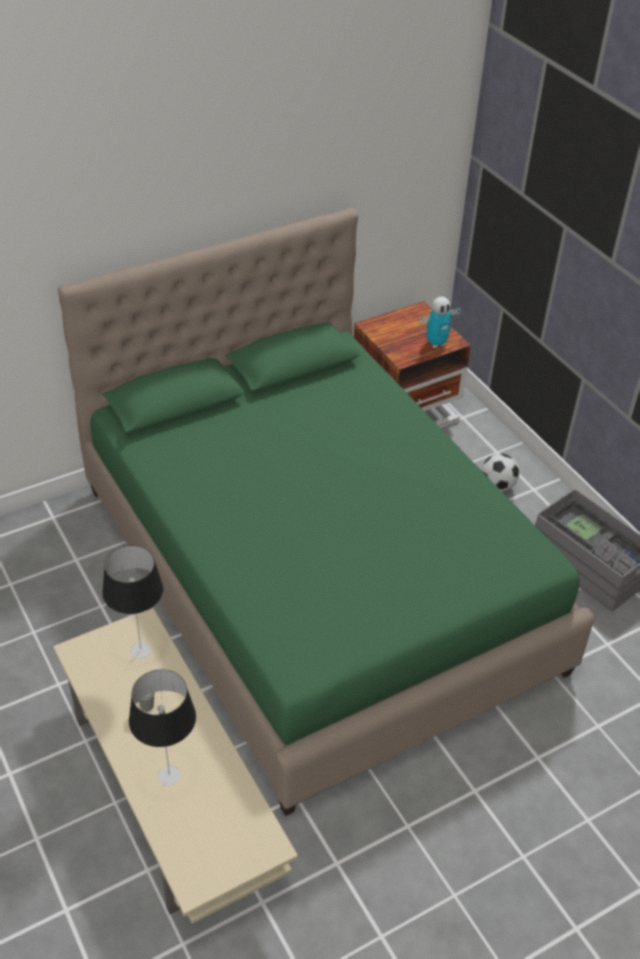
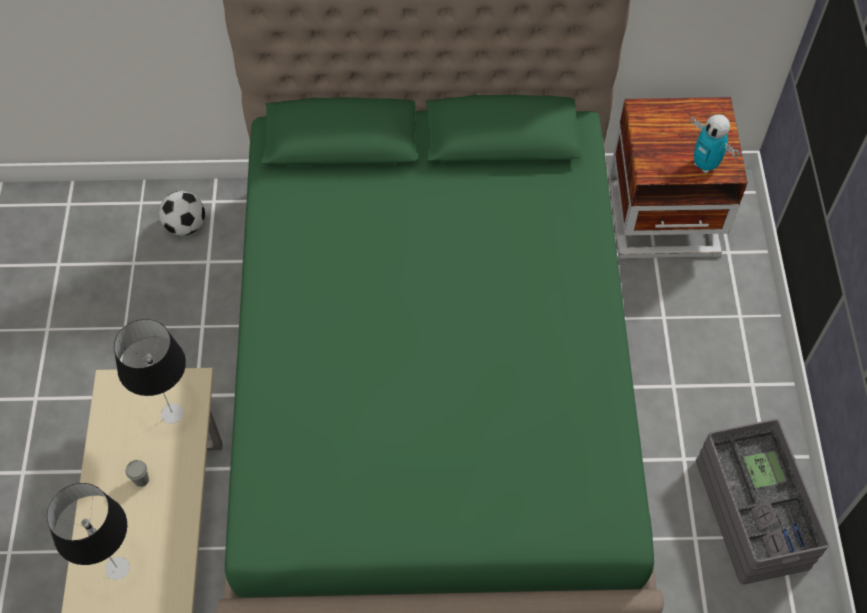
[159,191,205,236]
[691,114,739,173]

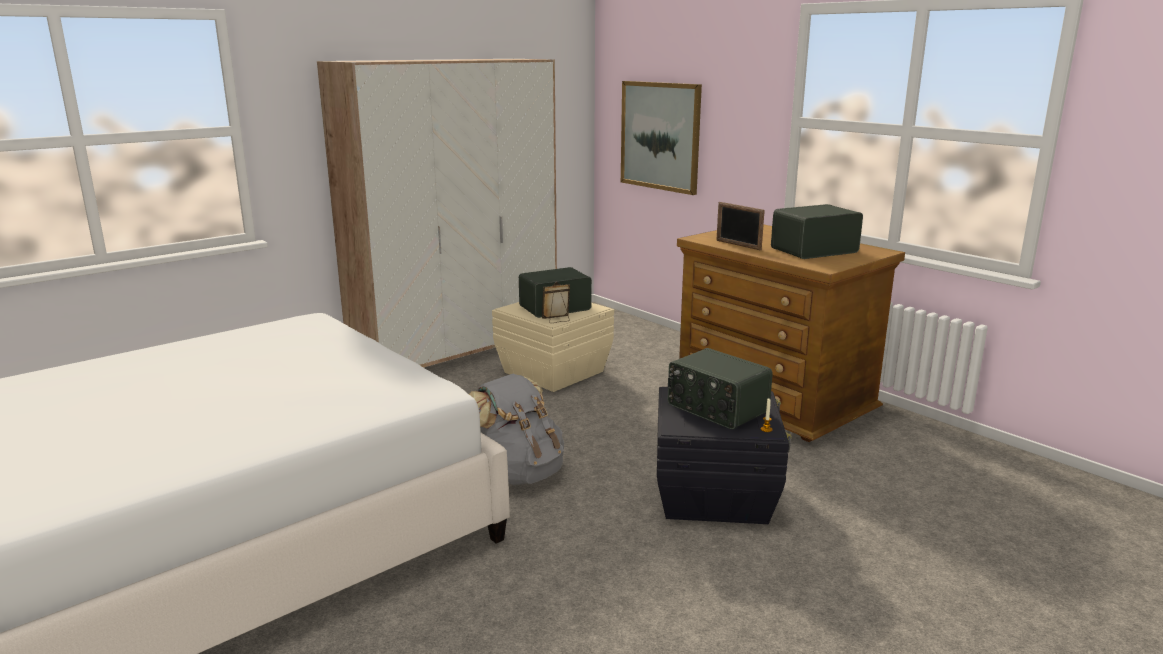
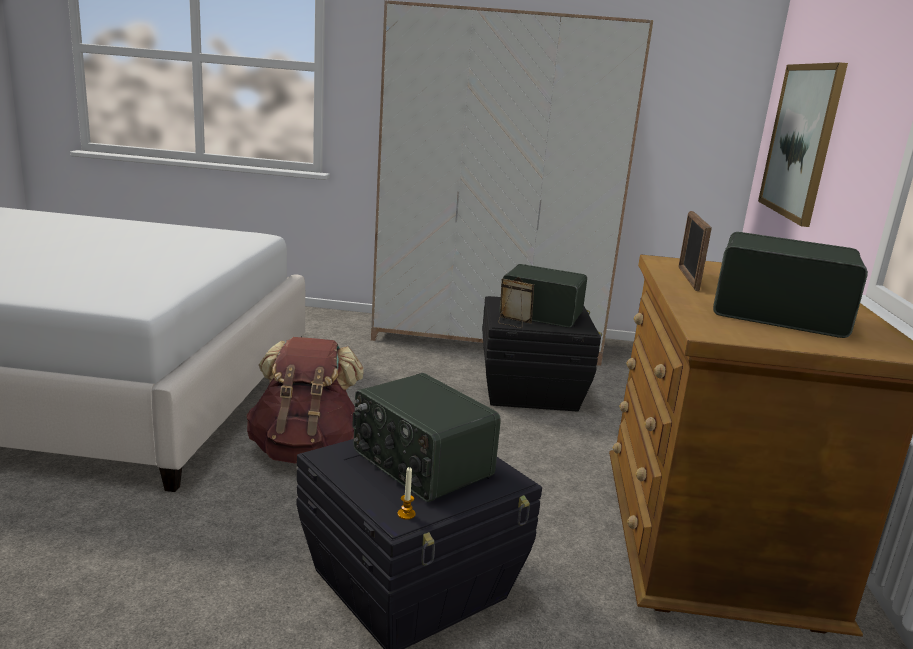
[246,337,364,463]
[482,296,602,412]
[352,373,501,502]

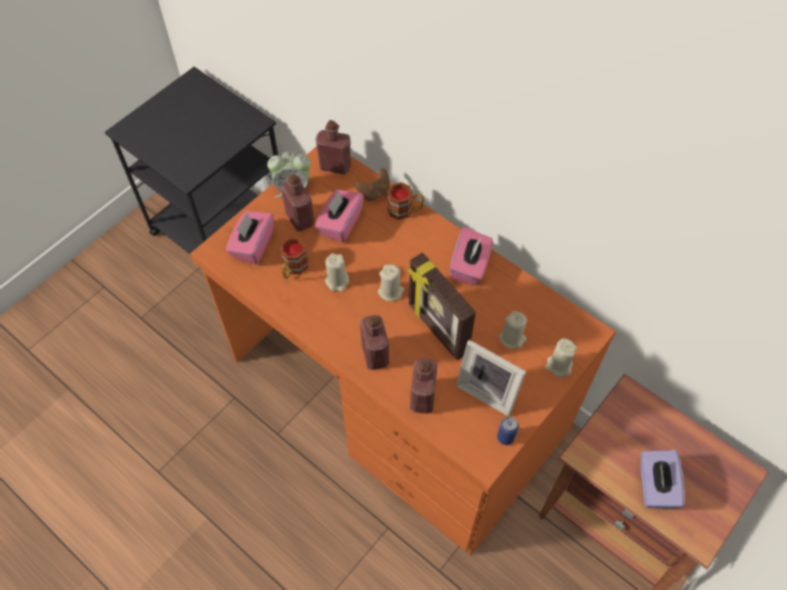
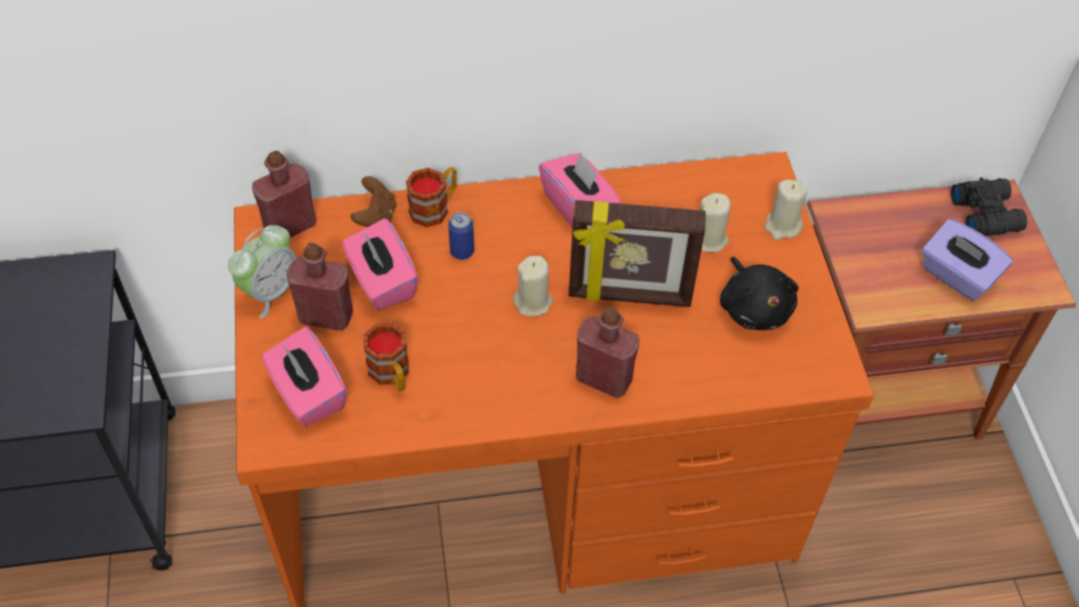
[325,253,349,291] (first image)
[410,358,438,414] (first image)
[951,177,1027,236]
[448,212,474,260]
[720,257,799,330]

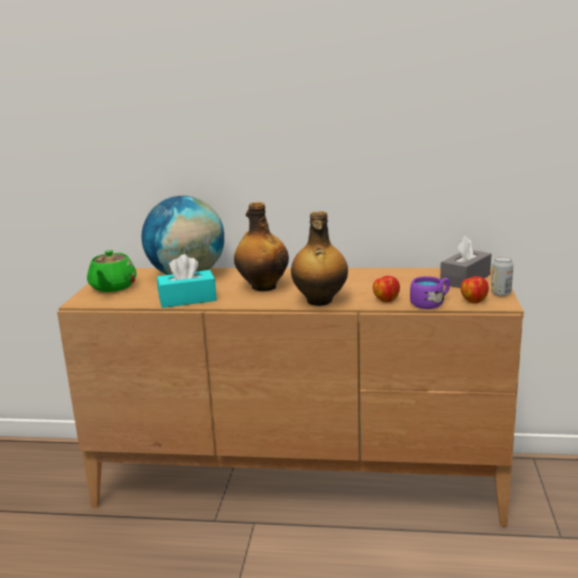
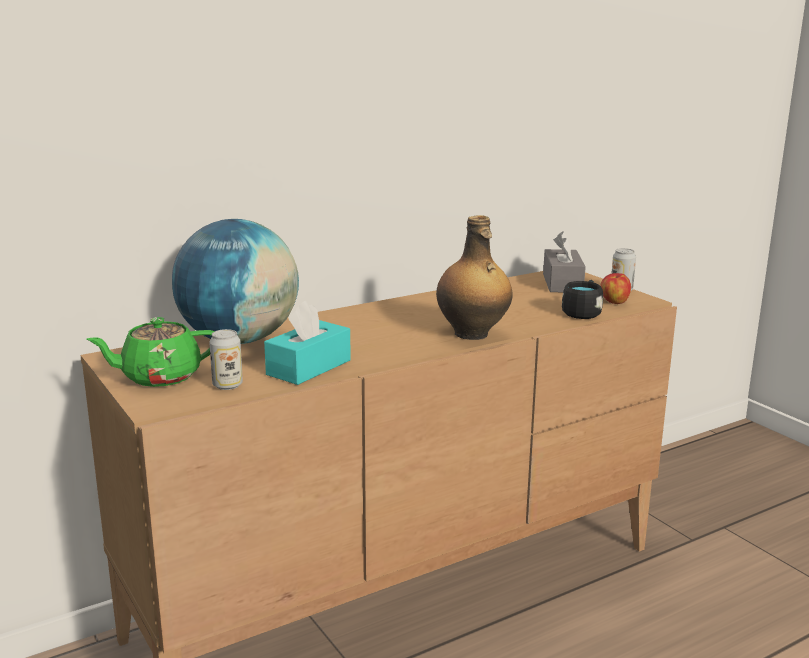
[234,202,289,291] (first image)
[373,276,400,302] (first image)
[209,329,243,390]
[562,280,603,319]
[86,317,215,387]

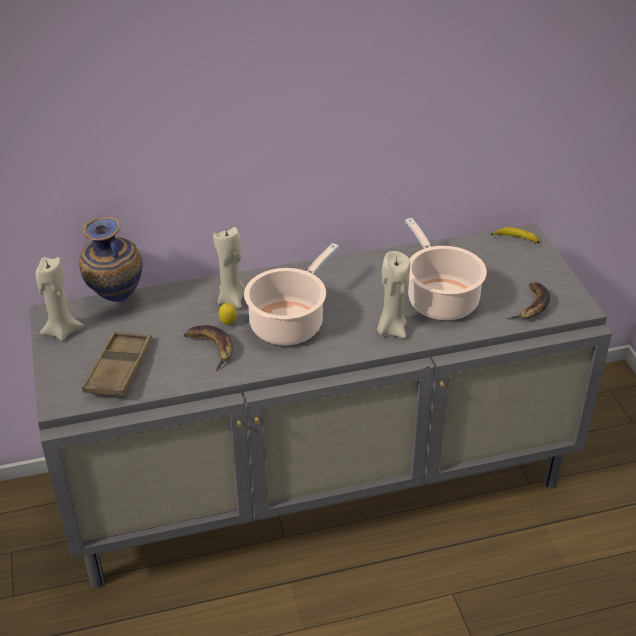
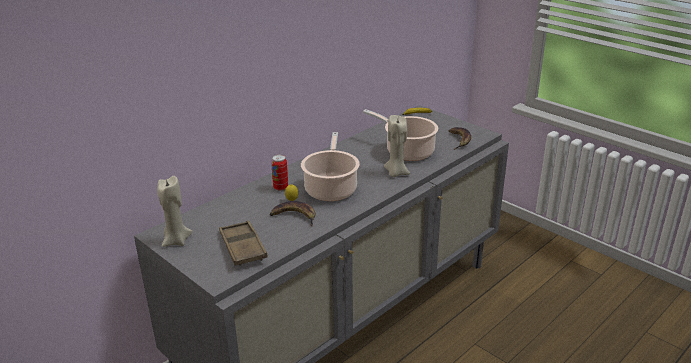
[79,217,142,302] (first image)
[271,155,288,191]

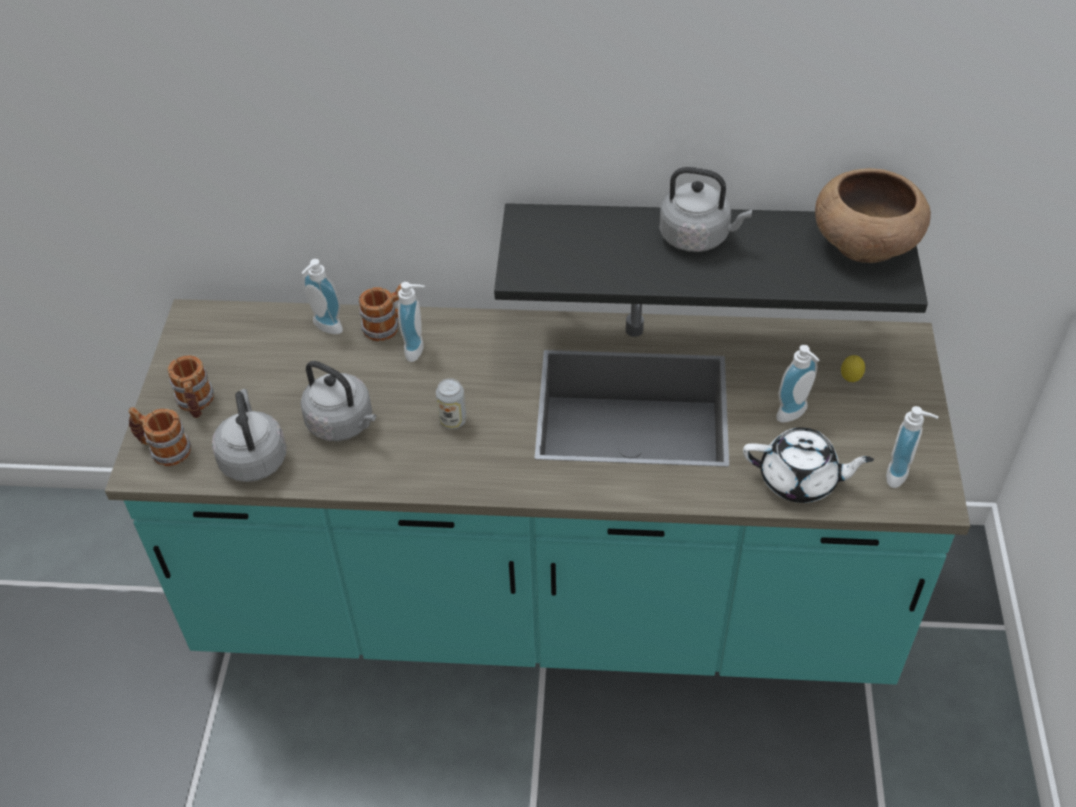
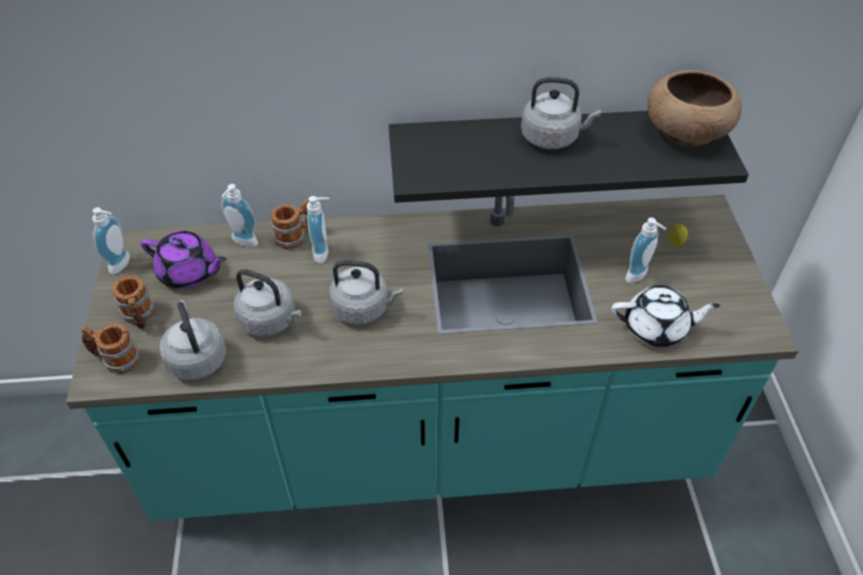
[141,231,227,289]
[92,207,130,275]
[329,260,403,325]

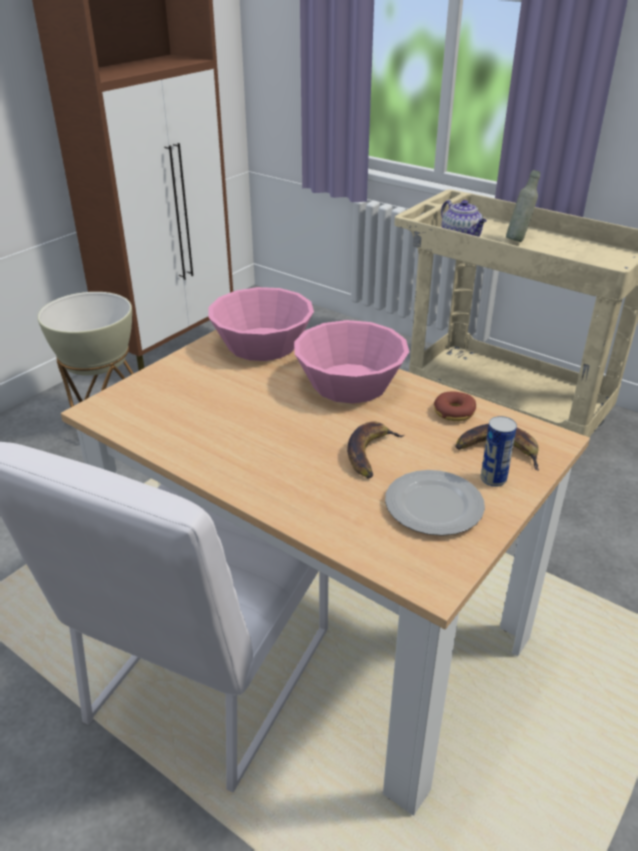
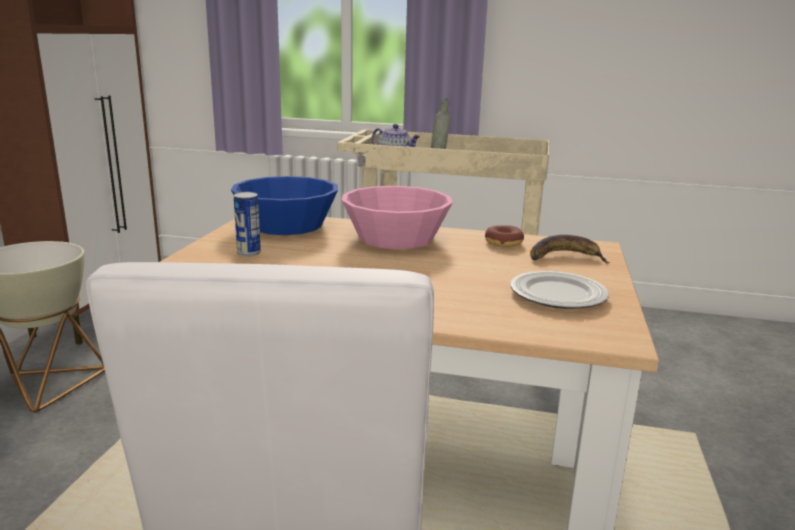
[347,422,404,479] (first image)
[234,192,261,257]
[231,176,338,235]

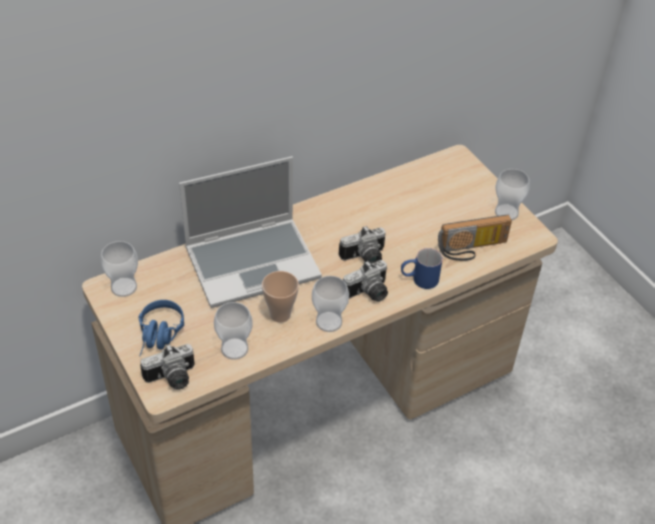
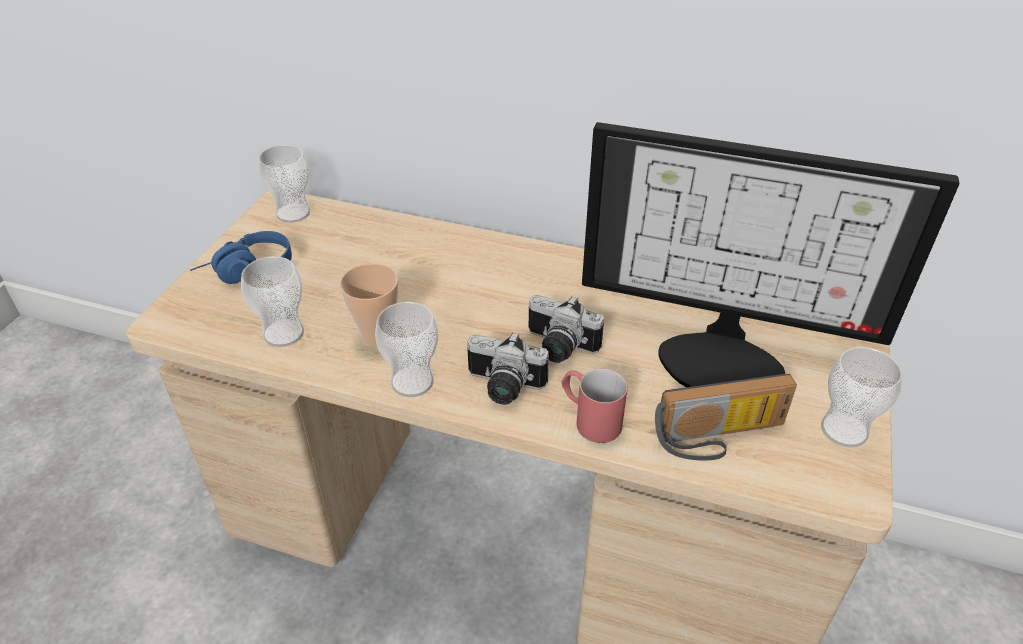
[140,344,195,390] (first image)
[179,156,322,308] (first image)
[582,122,959,387]
[561,369,628,443]
[655,374,797,461]

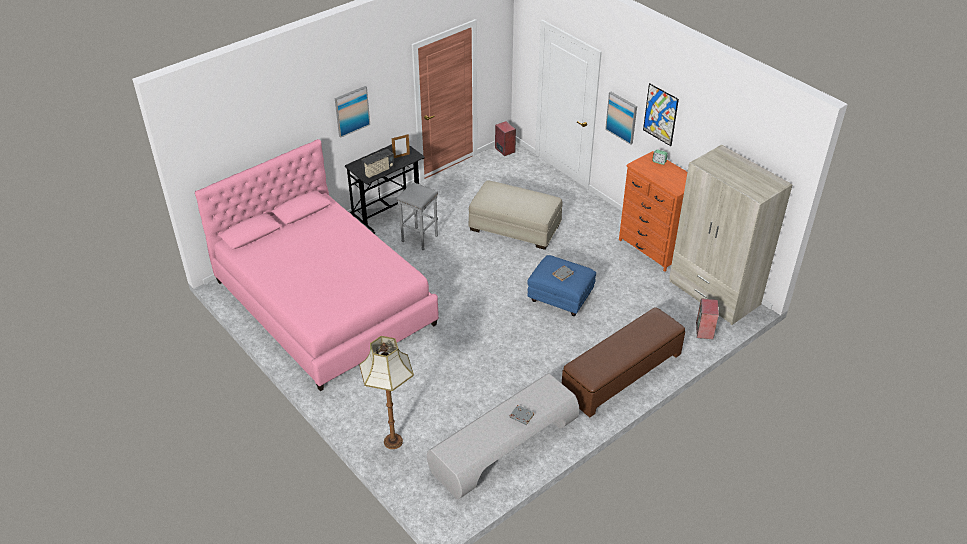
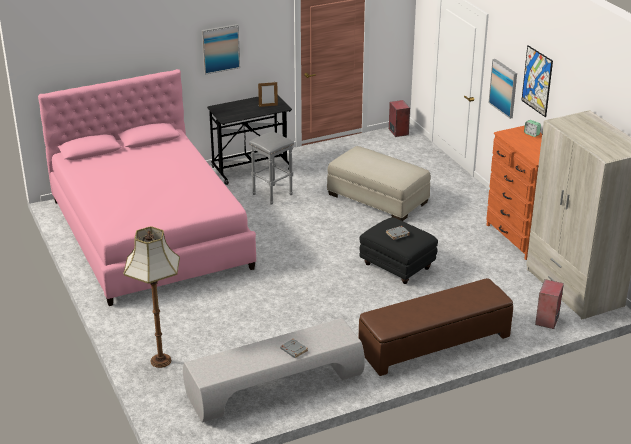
[362,149,395,178] (first image)
[360,217,438,284]

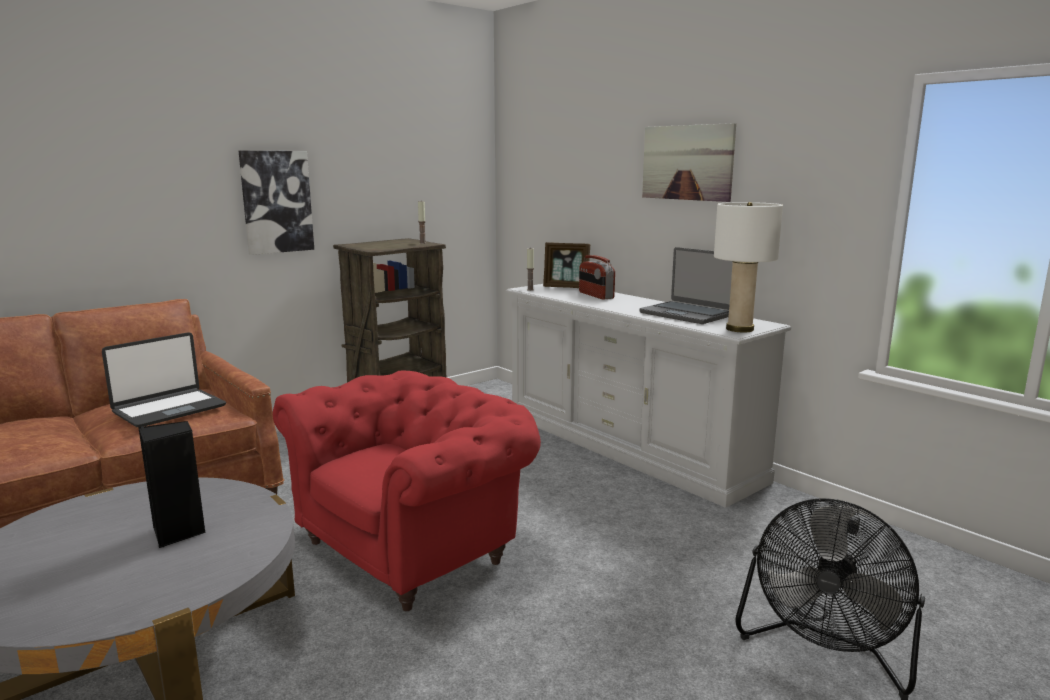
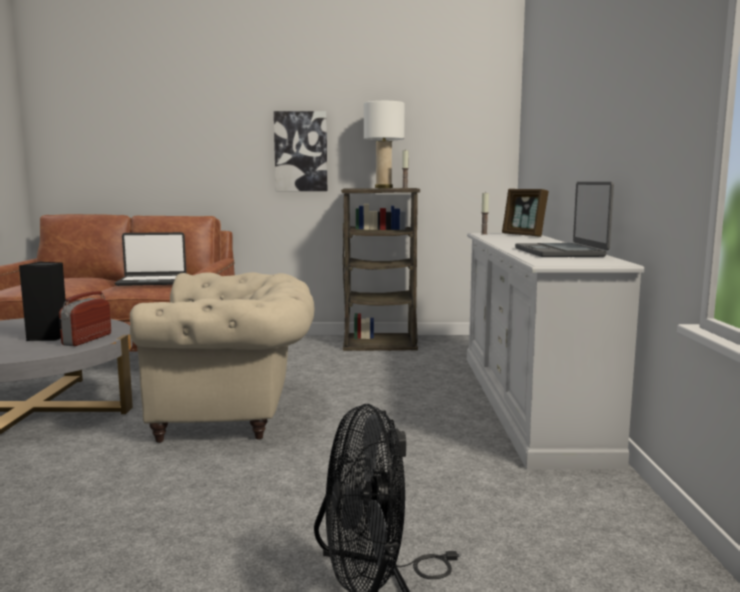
[642,123,736,202] (first image)
[59,291,111,346]
[364,101,405,188]
[130,272,314,443]

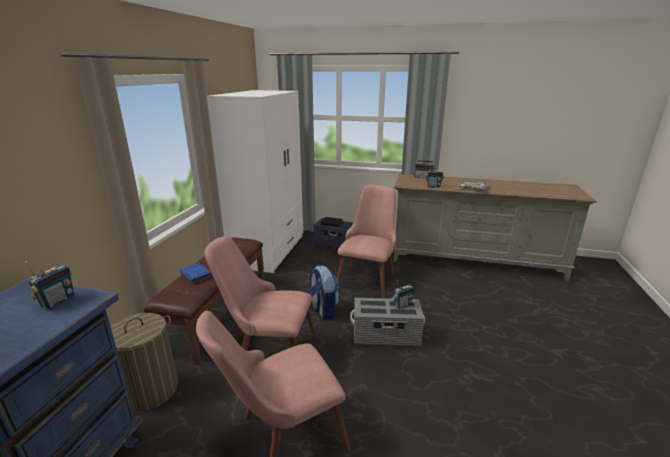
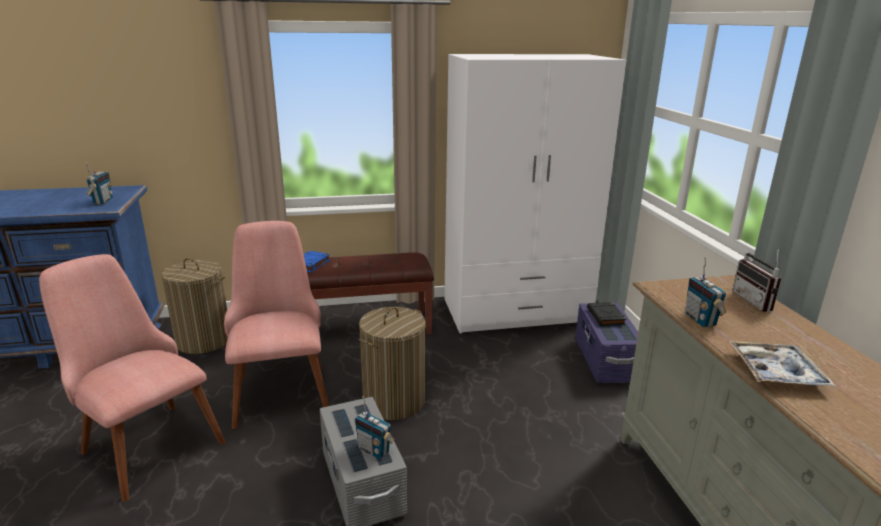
[337,185,396,298] (first image)
[359,307,426,420]
[85,162,113,205]

